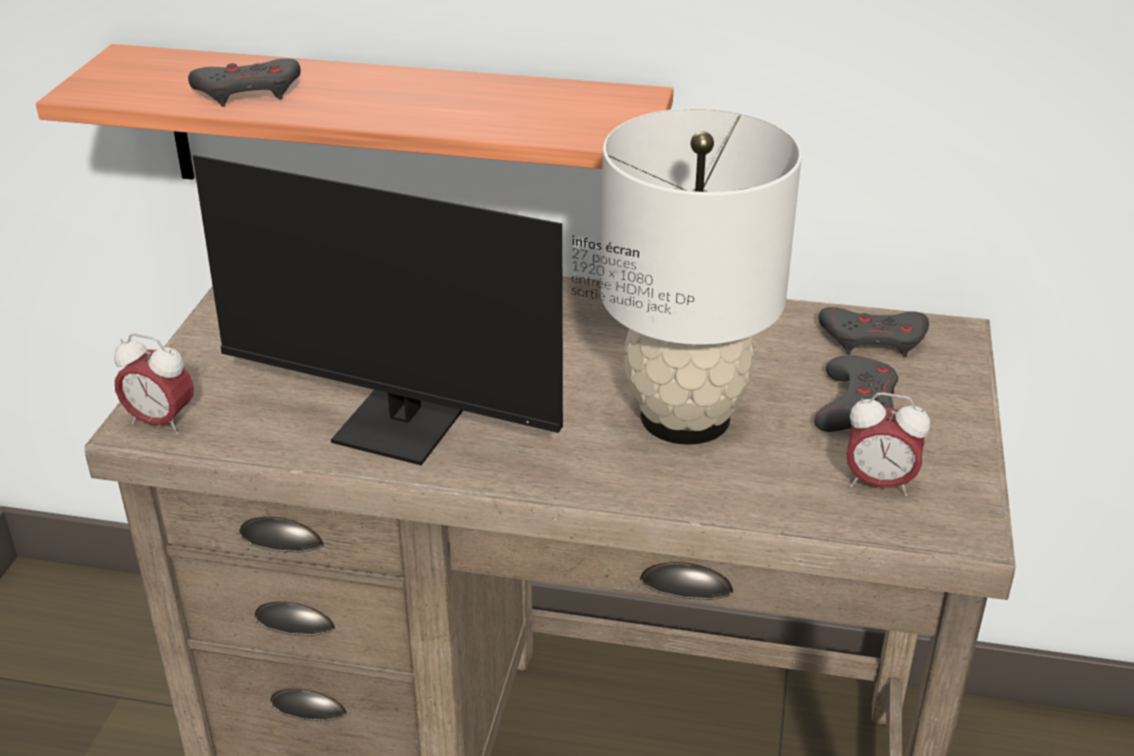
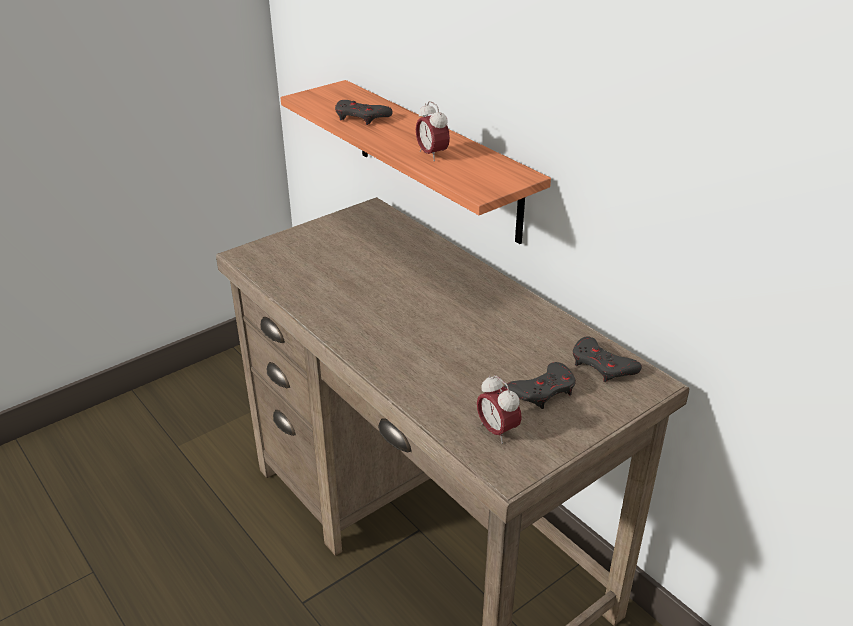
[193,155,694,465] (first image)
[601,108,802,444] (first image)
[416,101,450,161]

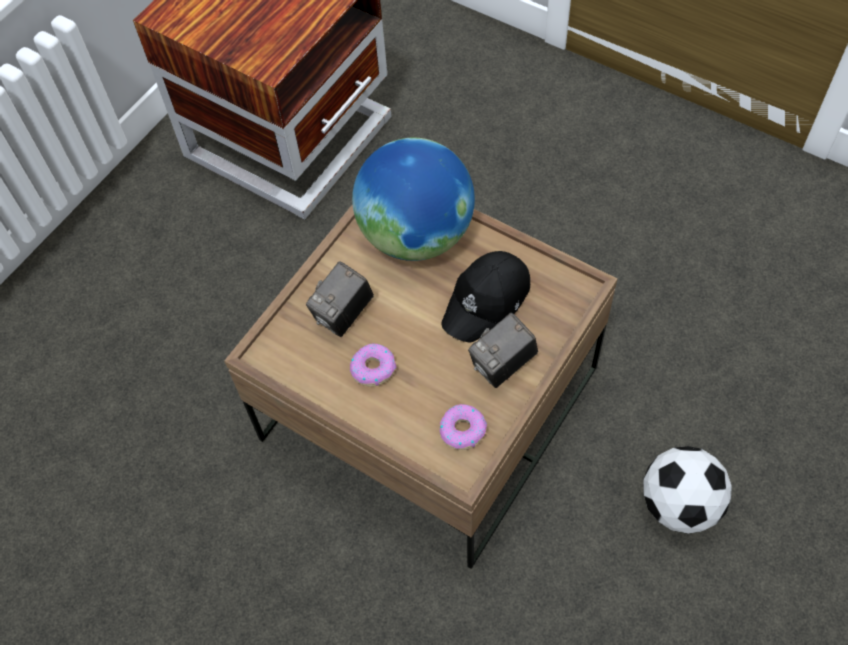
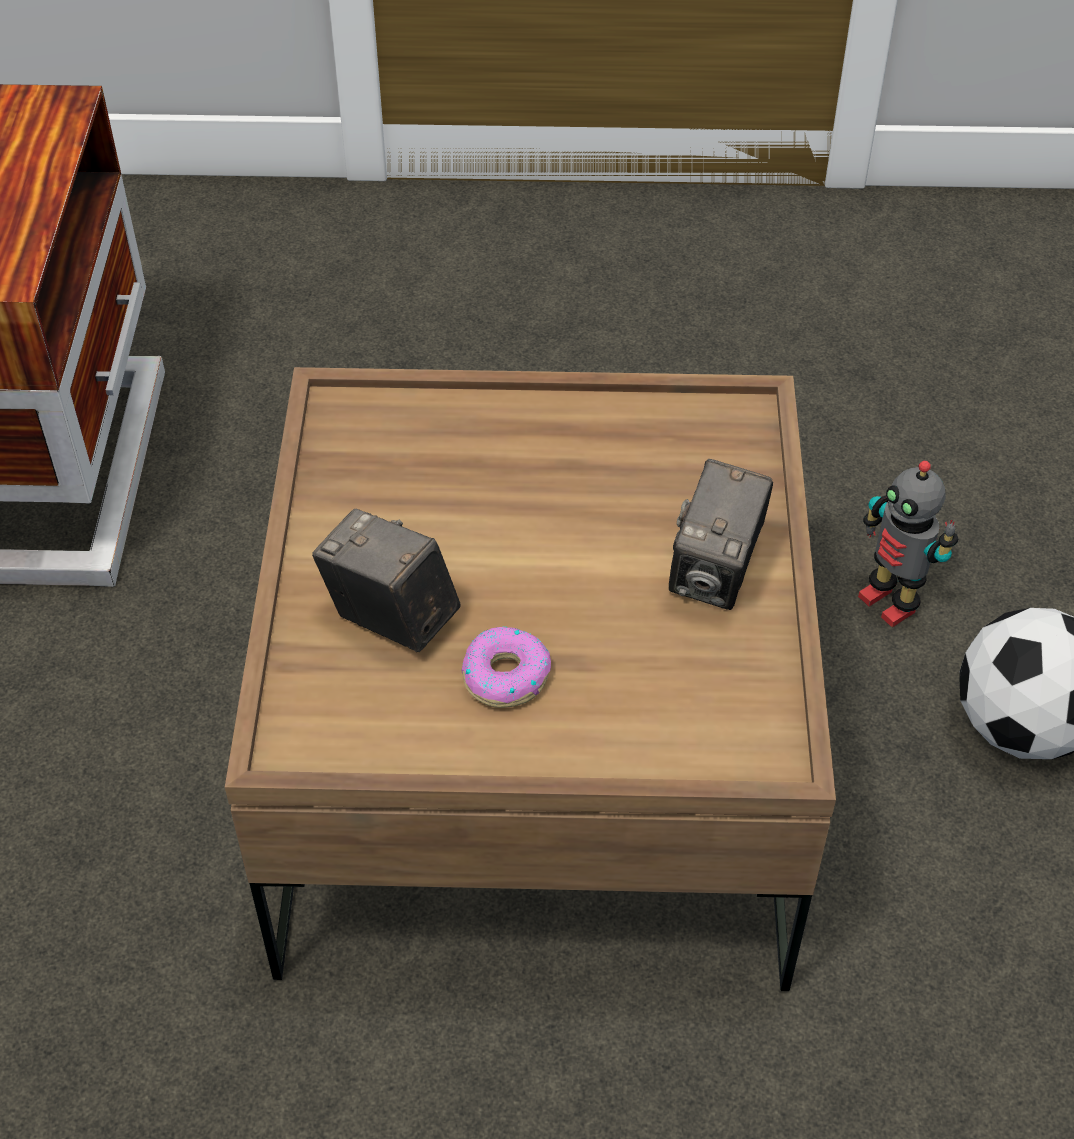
[352,138,475,261] (first image)
[439,404,487,450] (first image)
[441,251,530,342] (first image)
[858,461,958,627]
[312,509,461,652]

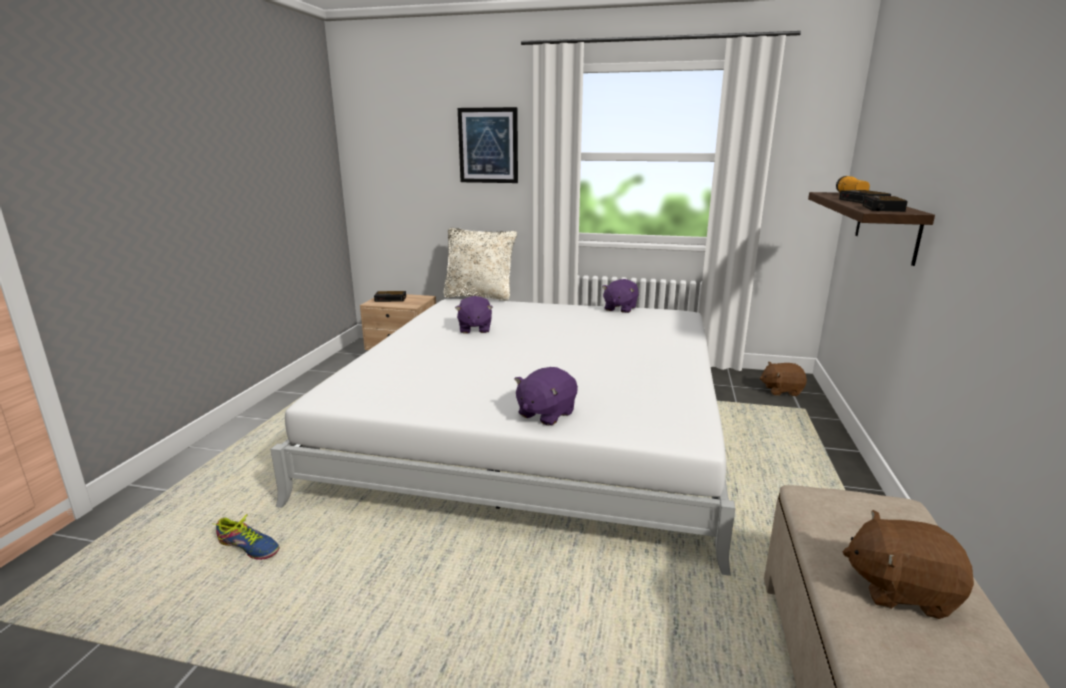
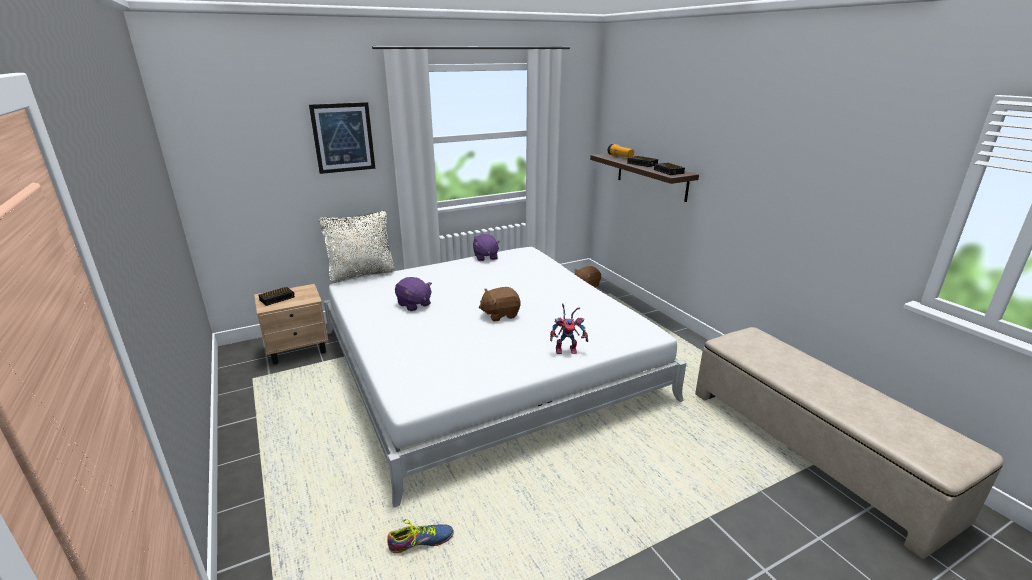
[479,287,521,322]
[550,303,588,354]

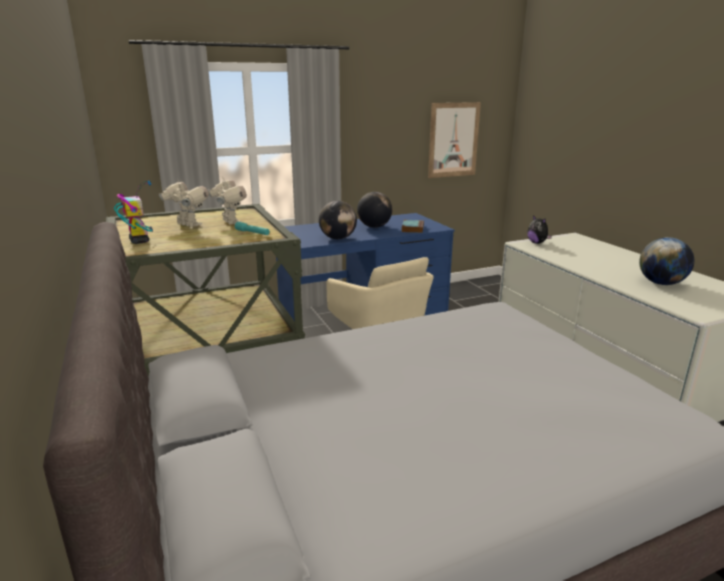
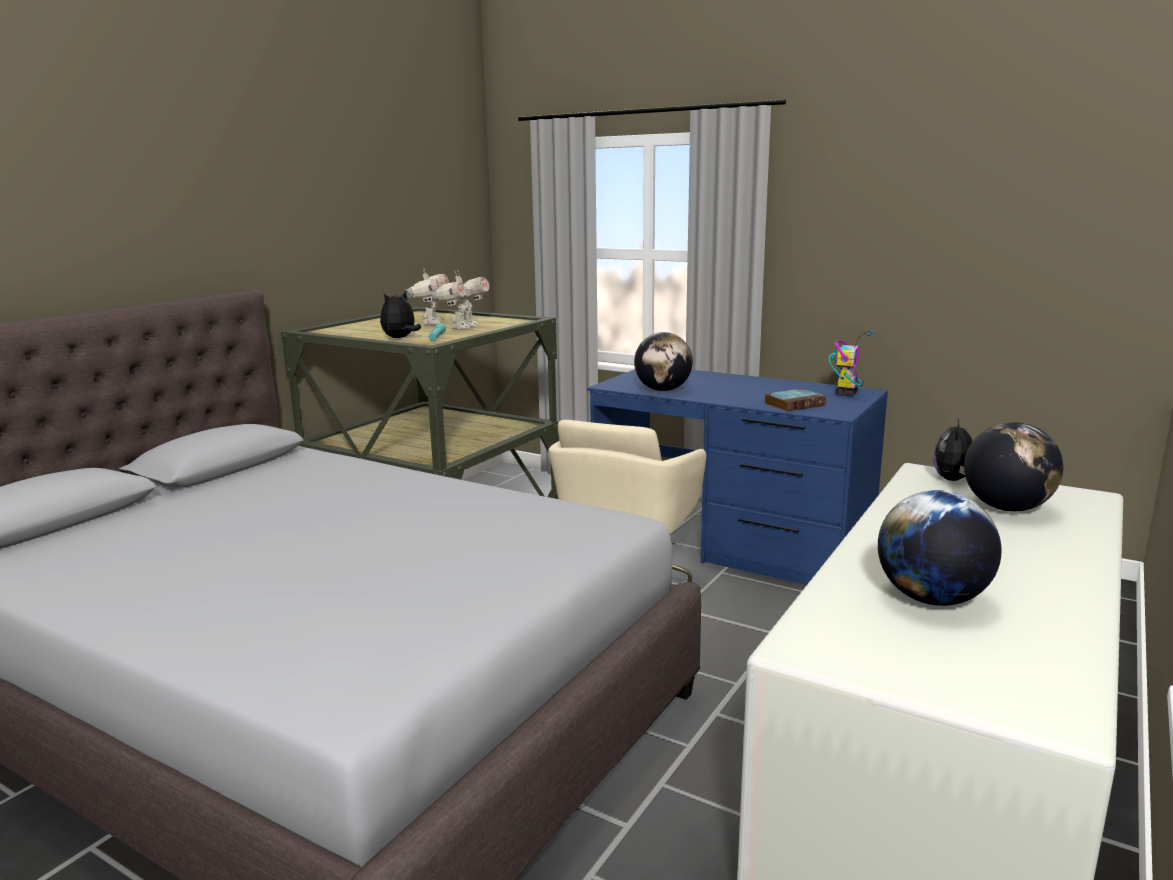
[428,102,481,178] (first image)
[380,291,421,338]
[828,331,874,396]
[964,422,1063,511]

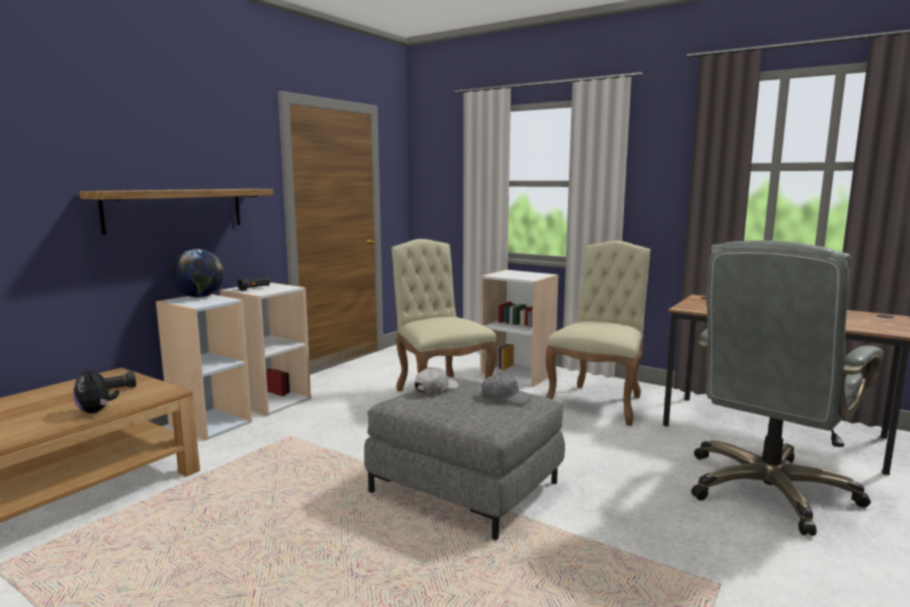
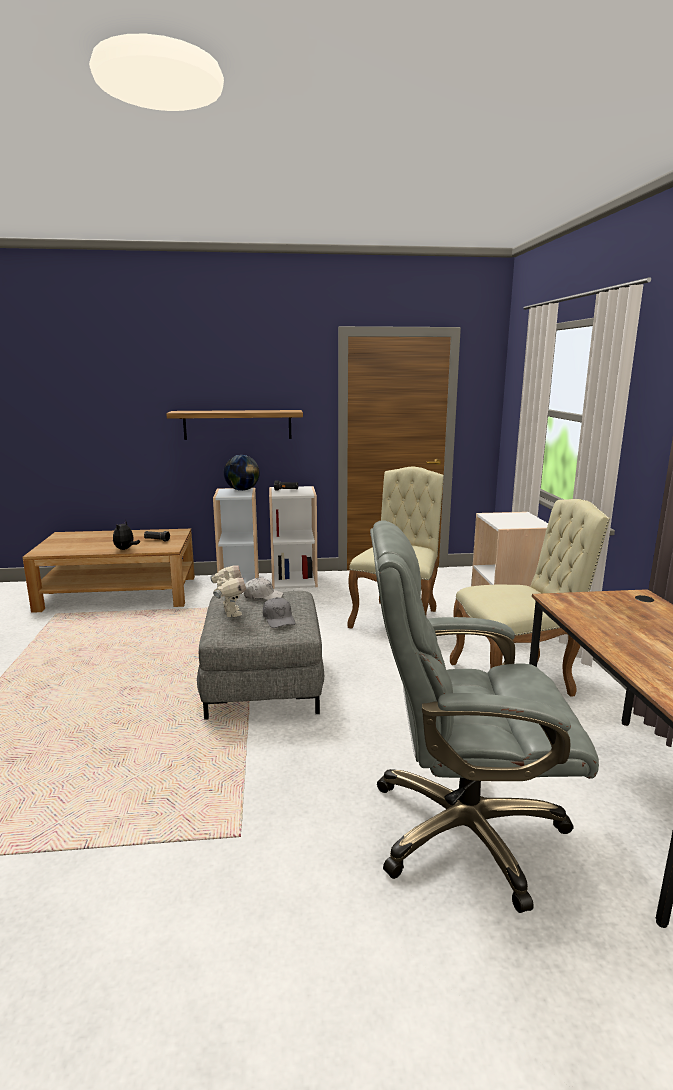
[210,566,246,617]

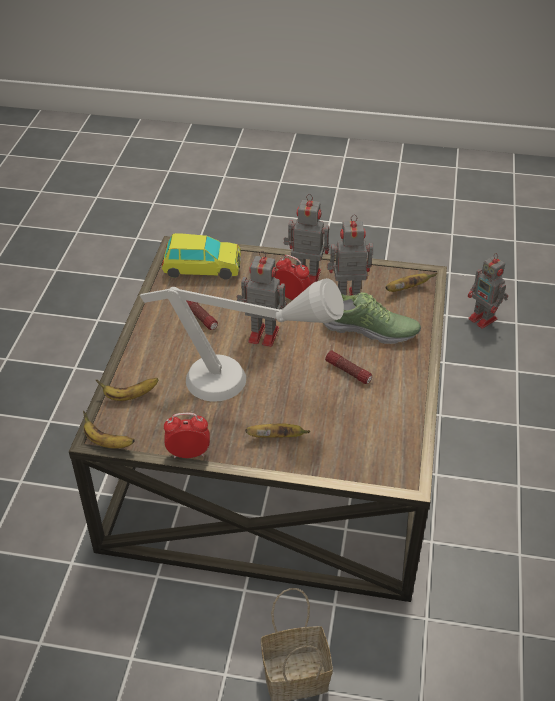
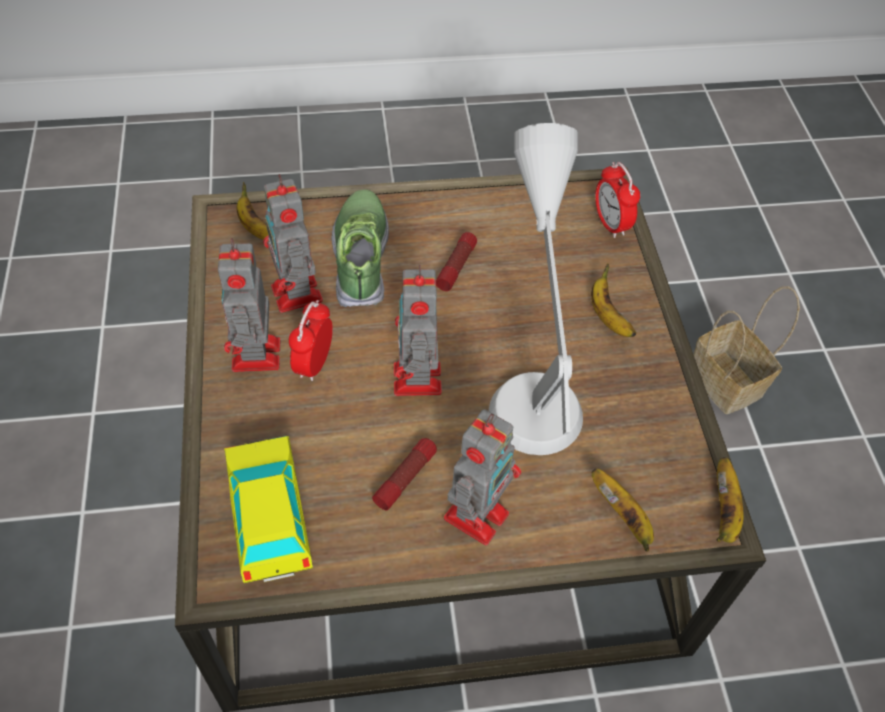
[595,162,640,238]
[444,409,521,546]

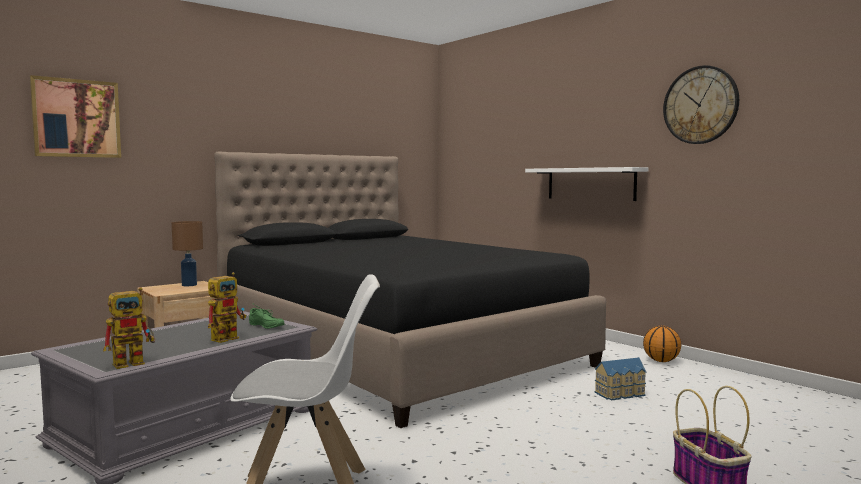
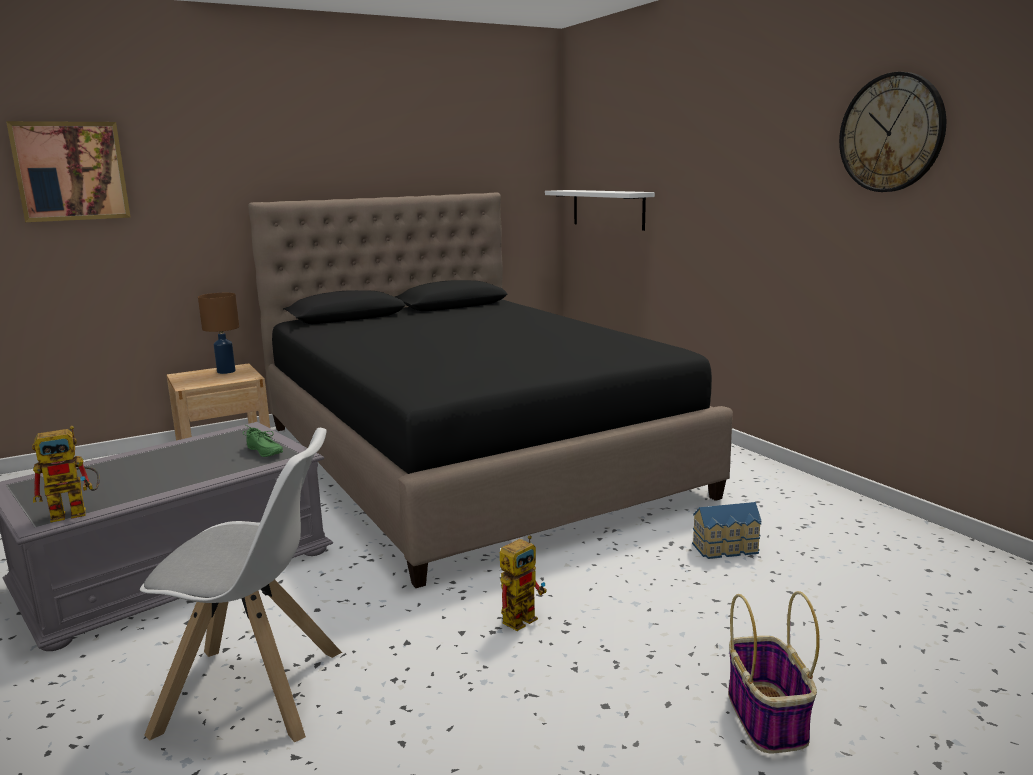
[643,326,681,362] (first image)
[500,535,547,631]
[545,190,655,231]

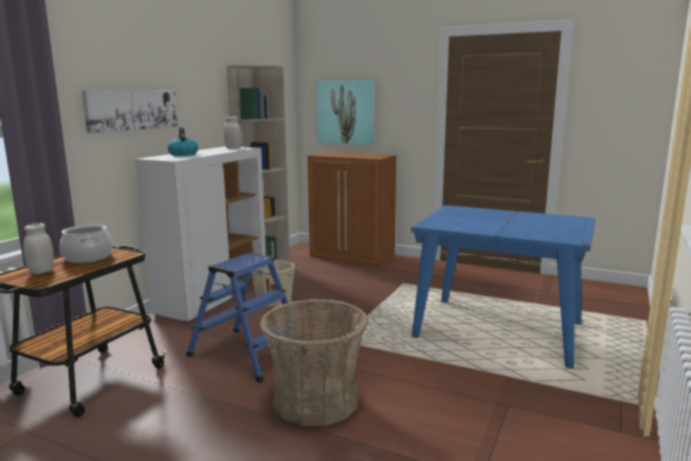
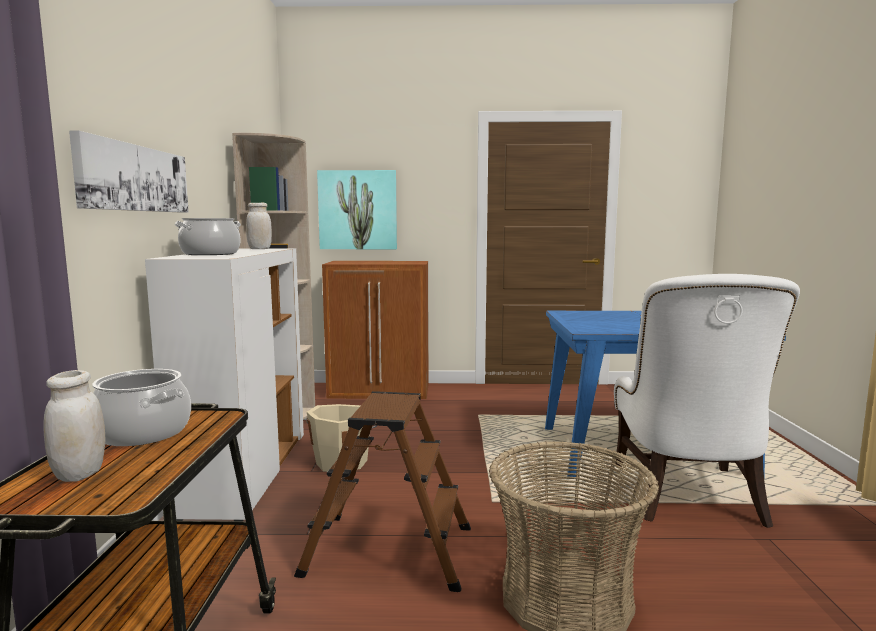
[614,274,800,528]
[175,218,241,255]
[294,391,471,592]

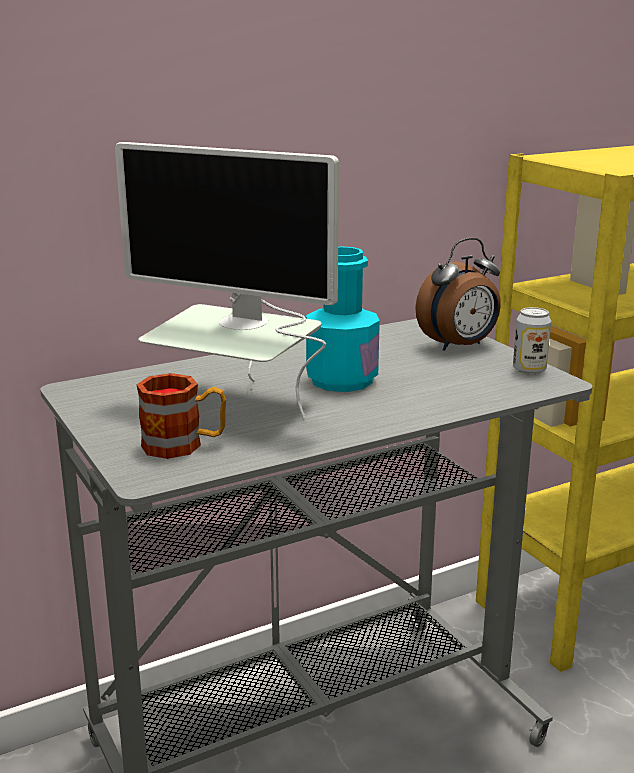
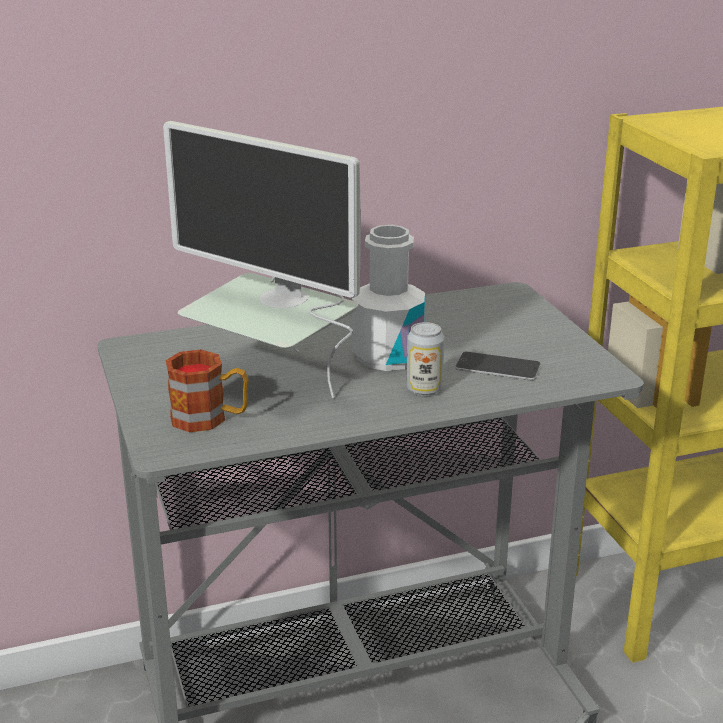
[415,238,501,351] (first image)
[455,352,541,380]
[406,322,445,396]
[352,225,425,371]

